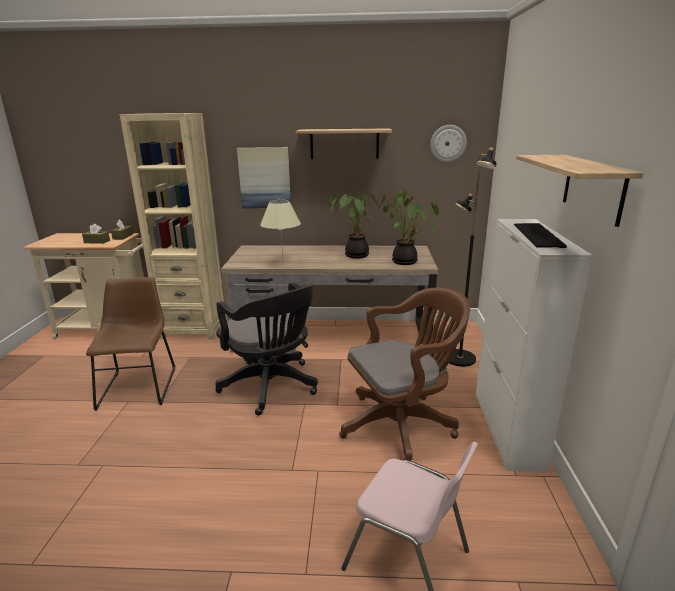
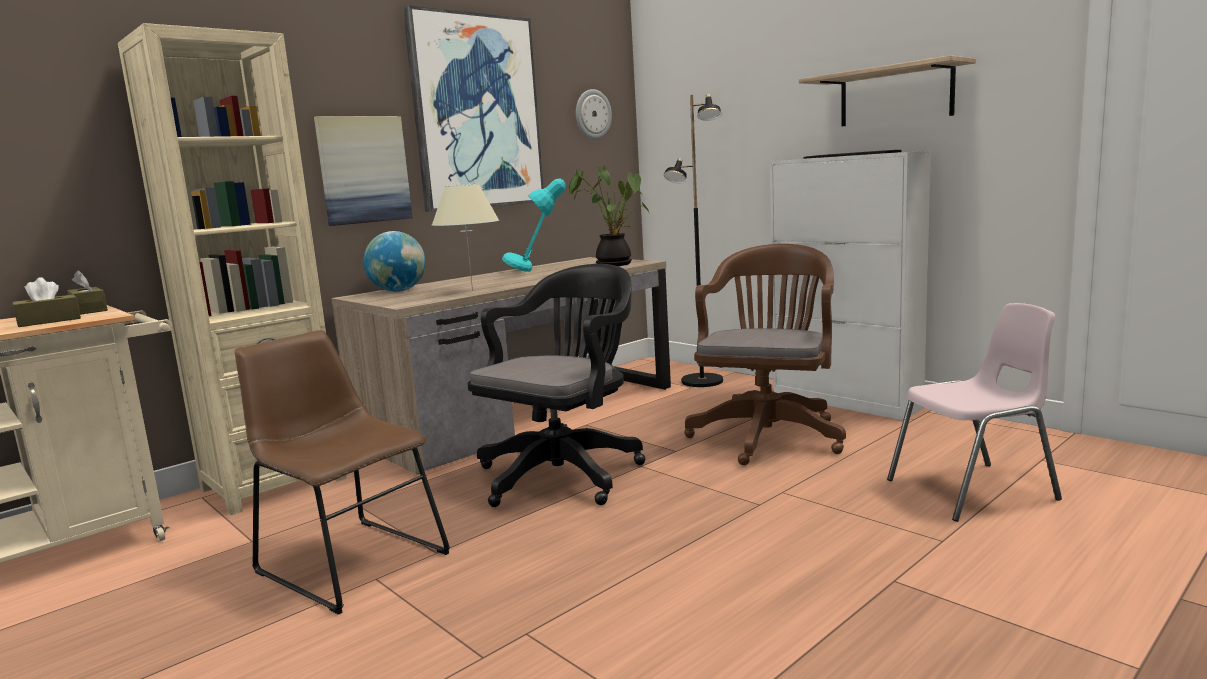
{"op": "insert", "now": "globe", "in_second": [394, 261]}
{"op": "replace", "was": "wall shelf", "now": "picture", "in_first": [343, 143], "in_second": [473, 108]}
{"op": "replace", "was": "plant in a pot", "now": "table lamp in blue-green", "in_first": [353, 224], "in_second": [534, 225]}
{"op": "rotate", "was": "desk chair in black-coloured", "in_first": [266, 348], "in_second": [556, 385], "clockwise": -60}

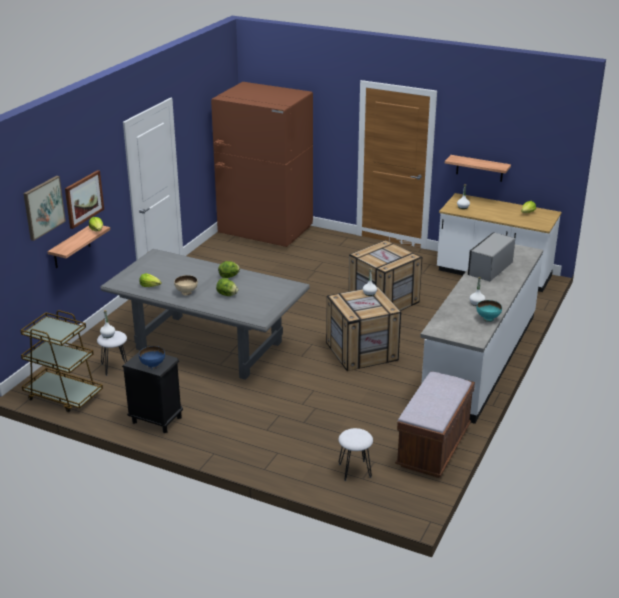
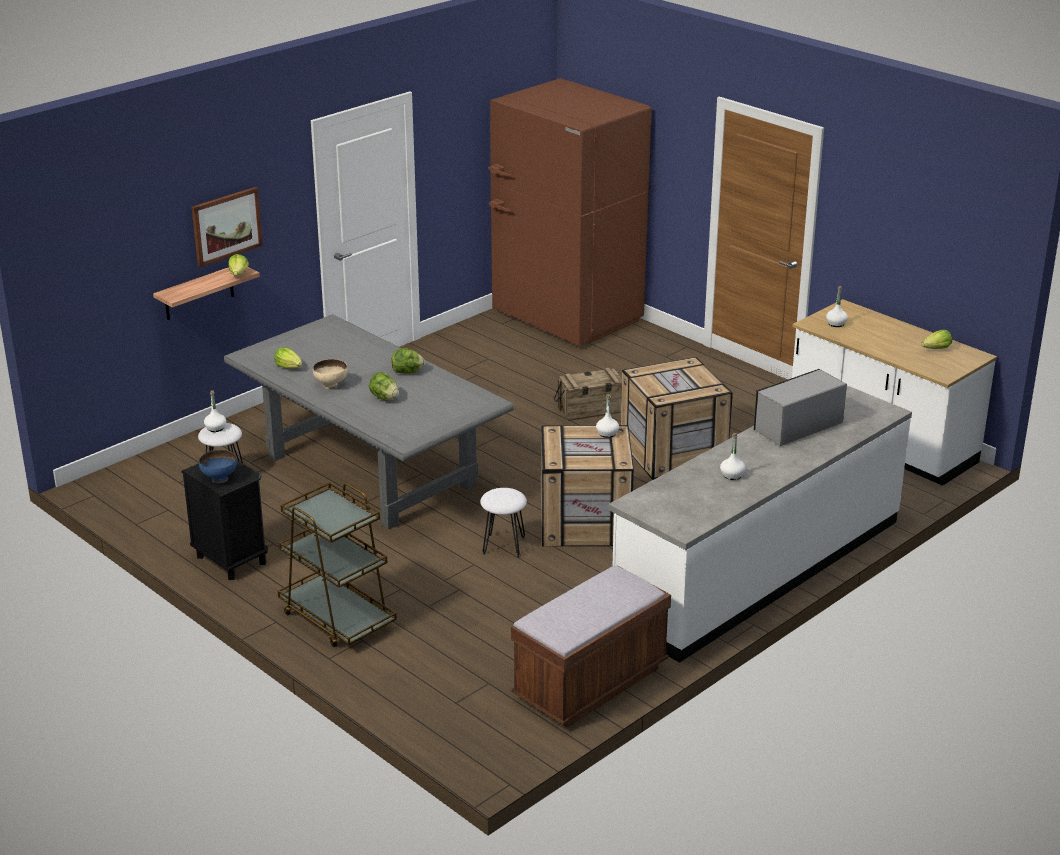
{"op": "delete", "was": "picture", "in_first": [44, 208]}
{"op": "delete", "was": "wall shelf", "in_first": [478, 168]}
{"op": "delete", "was": "serving bowl in blue-green", "in_first": [489, 311]}
{"op": "insert", "now": "crate", "in_second": [588, 394]}
{"op": "move", "was": "wheeled cart in brown", "in_first": [61, 361], "in_second": [337, 564]}
{"op": "move", "was": "stool seat in whitish", "in_first": [355, 454], "in_second": [503, 522]}

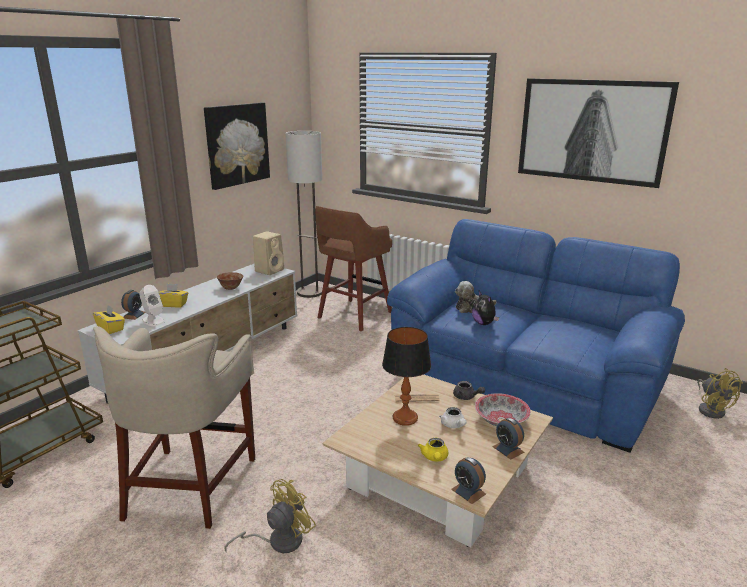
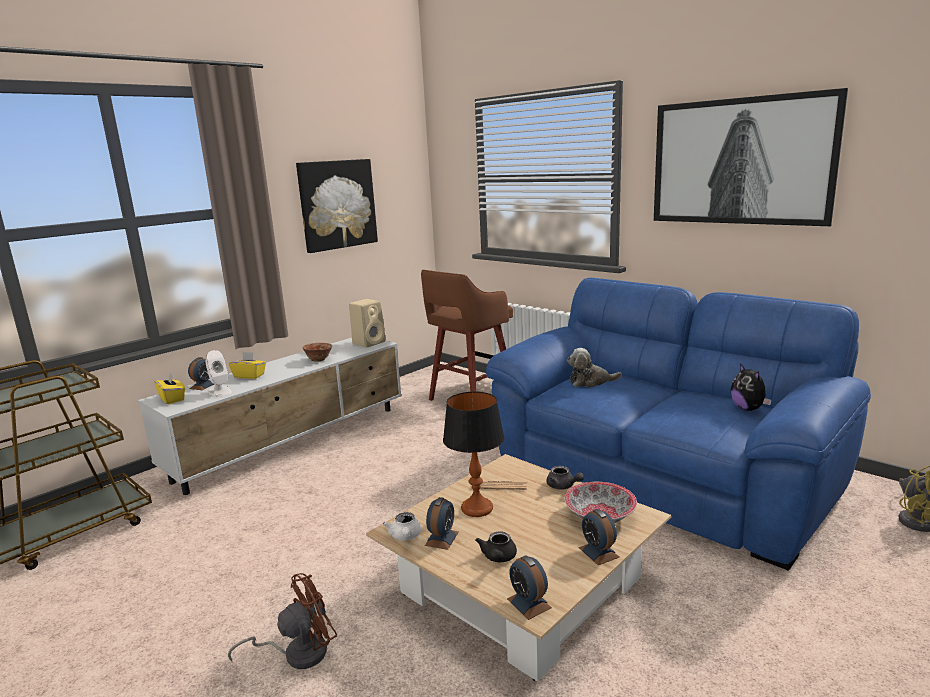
{"op": "delete", "was": "stool seat in beige", "in_first": [174, 427]}
{"op": "delete", "was": "standing lamp", "in_first": [304, 214]}
{"op": "insert", "now": "bedside clock", "in_second": [442, 523]}
{"op": "move", "was": "pot for tea in whitish", "in_first": [452, 417], "in_second": [402, 526]}
{"op": "move", "was": "plush toy", "in_first": [485, 308], "in_second": [751, 387]}
{"op": "recolor", "was": "electric fan in yellowish", "now": "electric fan in brown", "in_first": [270, 516], "in_second": [282, 621]}
{"op": "recolor", "was": "pot for tea in yellowish", "now": "pot for tea in black-coloured", "in_first": [433, 449], "in_second": [496, 546]}

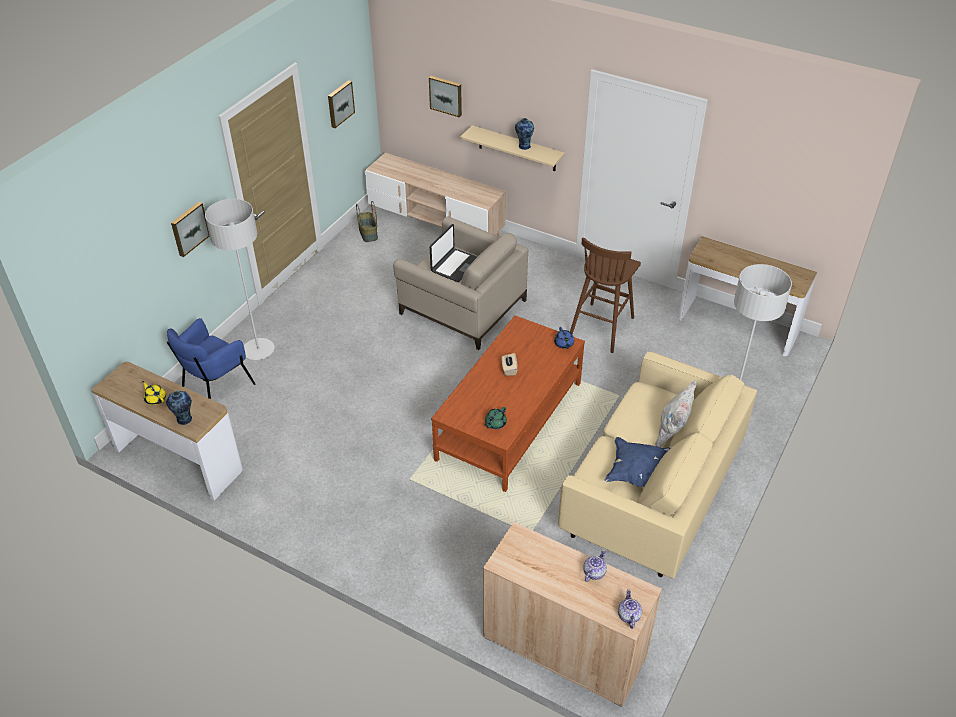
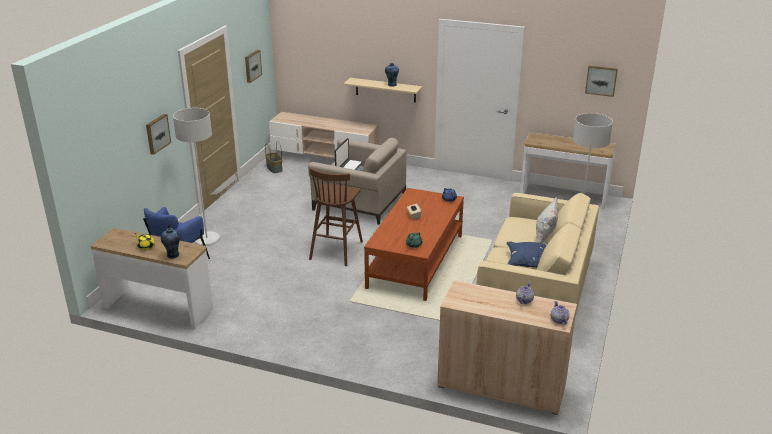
{"op": "move", "was": "picture", "in_first": [445, 97], "in_second": [601, 81]}
{"op": "move", "was": "stool seat in brown", "in_first": [605, 295], "in_second": [336, 217]}

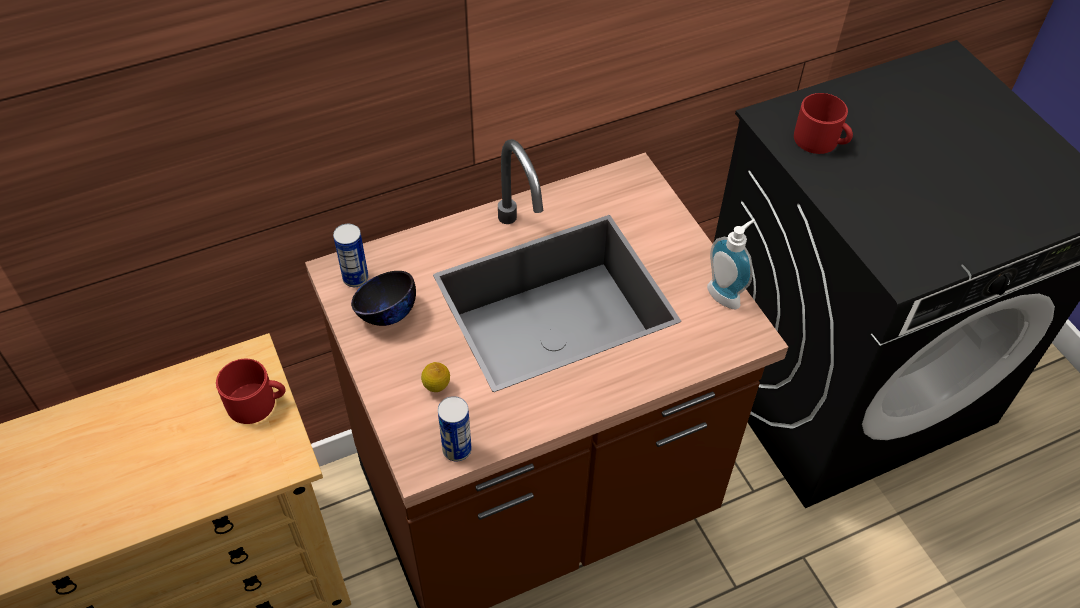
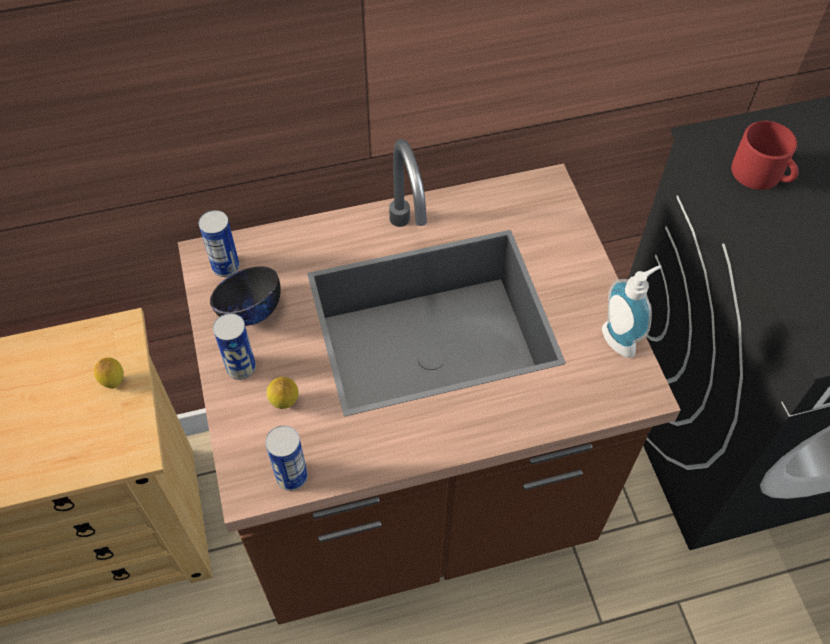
{"op": "insert", "now": "can", "in_second": [234, 346]}
{"op": "replace", "was": "tea mug in red", "now": "citrus fruit", "in_first": [250, 391], "in_second": [109, 373]}

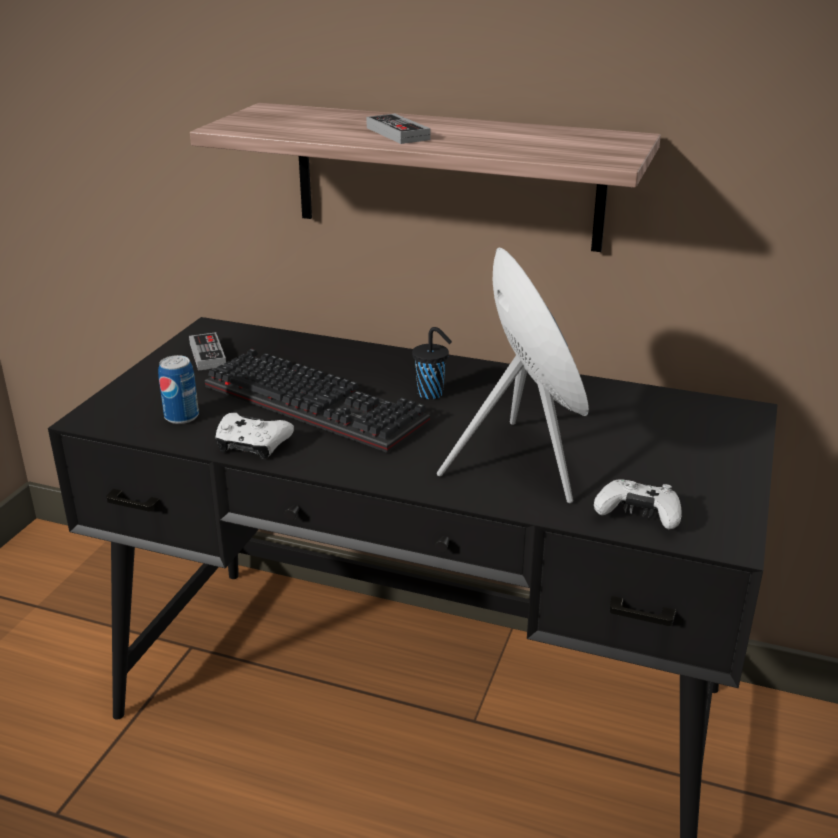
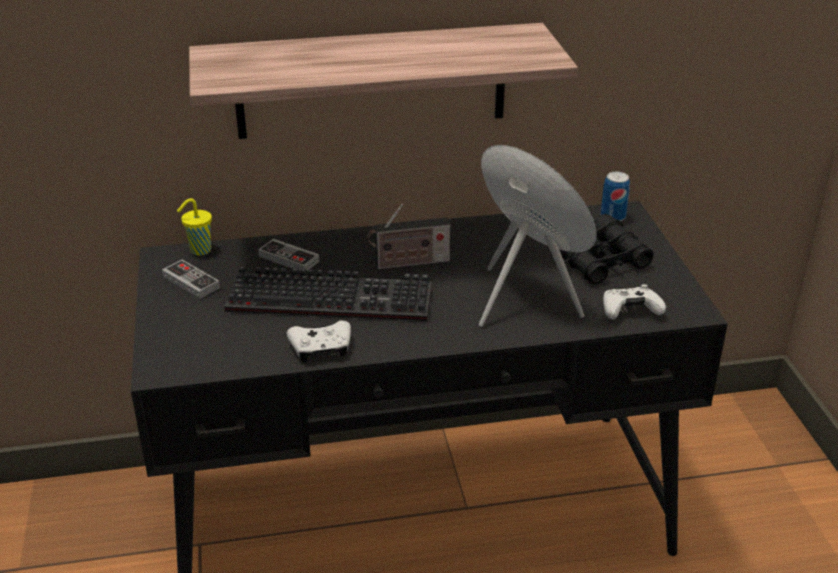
{"op": "insert", "now": "drinking cup in yellowish", "in_second": [194, 227]}
{"op": "insert", "now": "field glasses in black-coloured", "in_second": [607, 249]}
{"op": "move", "was": "can", "in_first": [178, 389], "in_second": [615, 196]}
{"op": "move", "was": "gamepad", "in_first": [398, 129], "in_second": [288, 255]}
{"op": "replace", "was": "drinking cup in black-coloured", "now": "radio", "in_first": [432, 363], "in_second": [409, 236]}

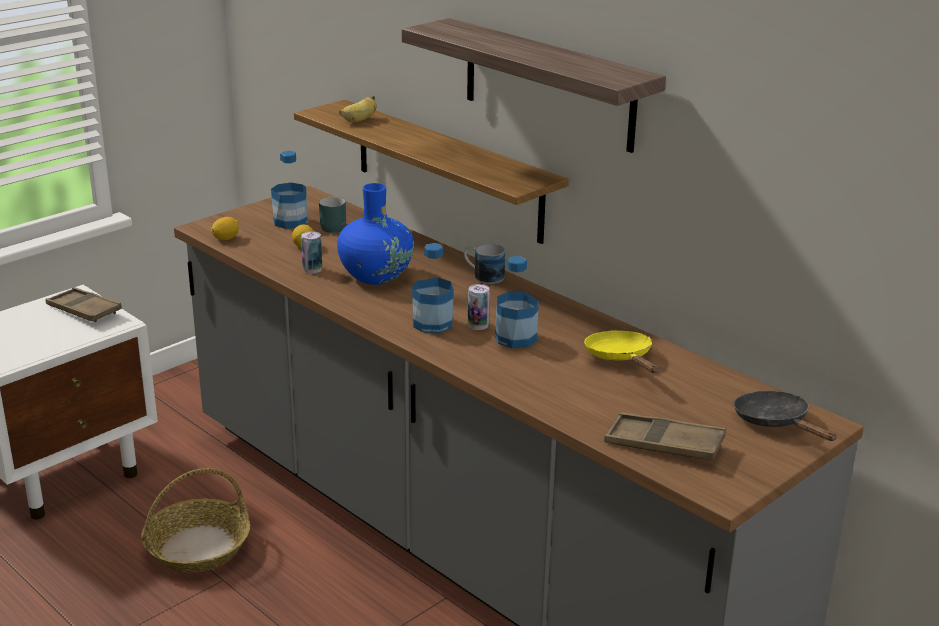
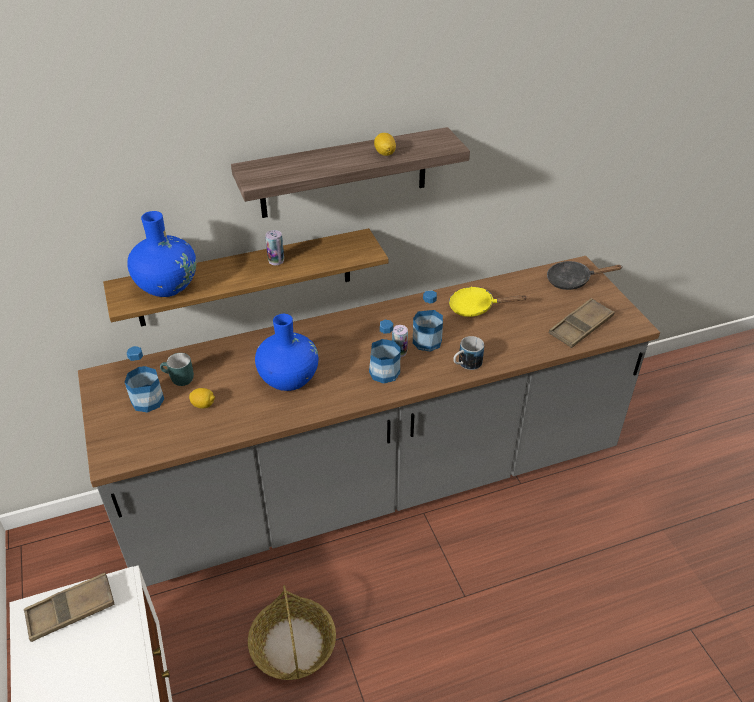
{"op": "move", "was": "citrus fruit", "in_first": [225, 228], "in_second": [385, 144]}
{"op": "move", "was": "can", "in_first": [311, 252], "in_second": [274, 247]}
{"op": "move", "was": "tea mug", "in_first": [484, 264], "in_second": [468, 353]}
{"op": "replace", "was": "banana", "now": "decorative vase in bluish", "in_first": [358, 108], "in_second": [161, 254]}

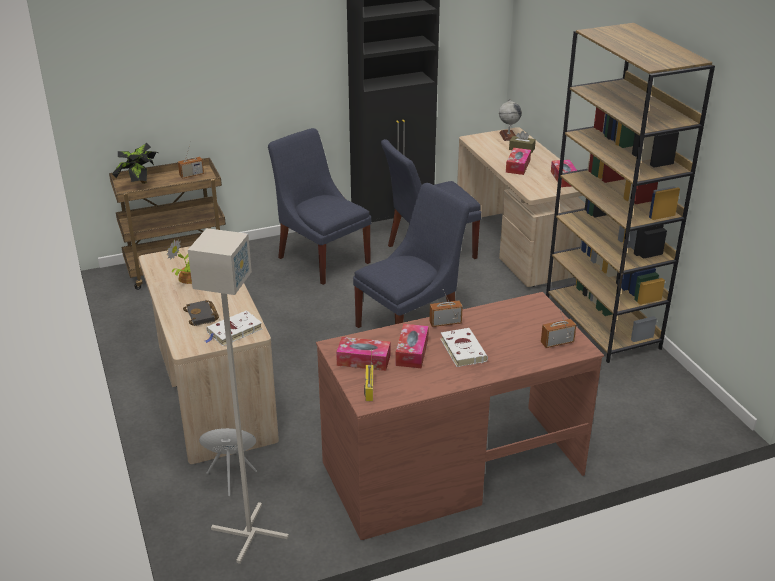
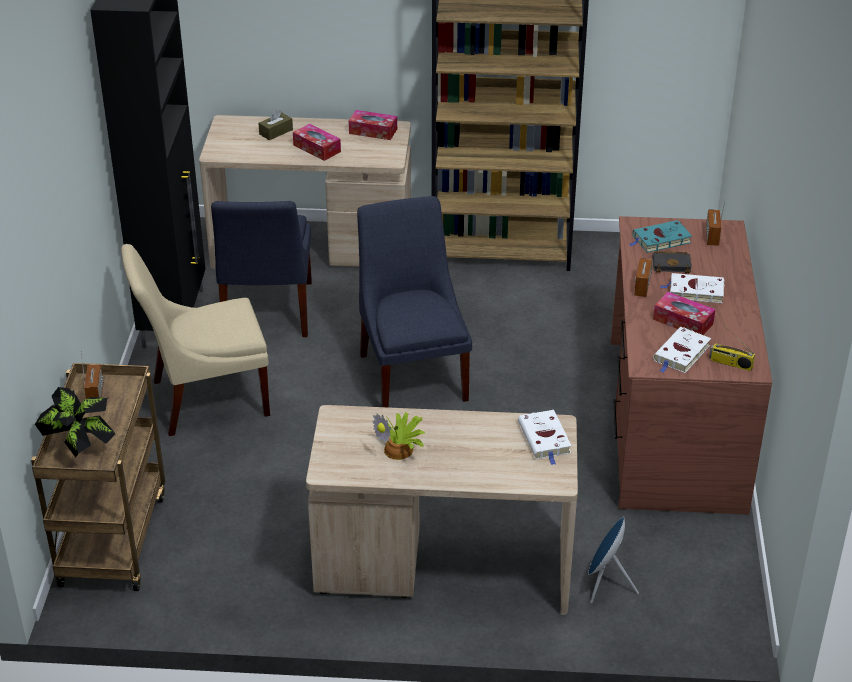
{"op": "delete", "was": "standing lamp in gray", "in_first": [238, 396]}
{"op": "delete", "was": "globe", "in_first": [510, 120]}
{"op": "insert", "now": "bound book in blue-green", "in_second": [660, 236]}
{"op": "move", "was": "bound book in black-coloured", "in_first": [201, 313], "in_second": [672, 262]}
{"op": "replace", "was": "tissue box", "now": "bound book in whitish", "in_first": [363, 354], "in_second": [682, 350]}
{"op": "recolor", "was": "chair in bluish", "now": "chair in beige", "in_first": [319, 206], "in_second": [195, 340]}

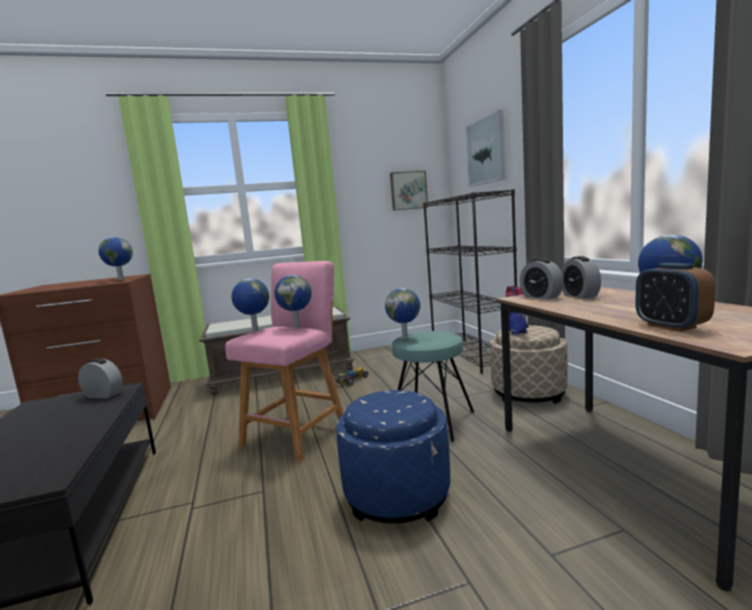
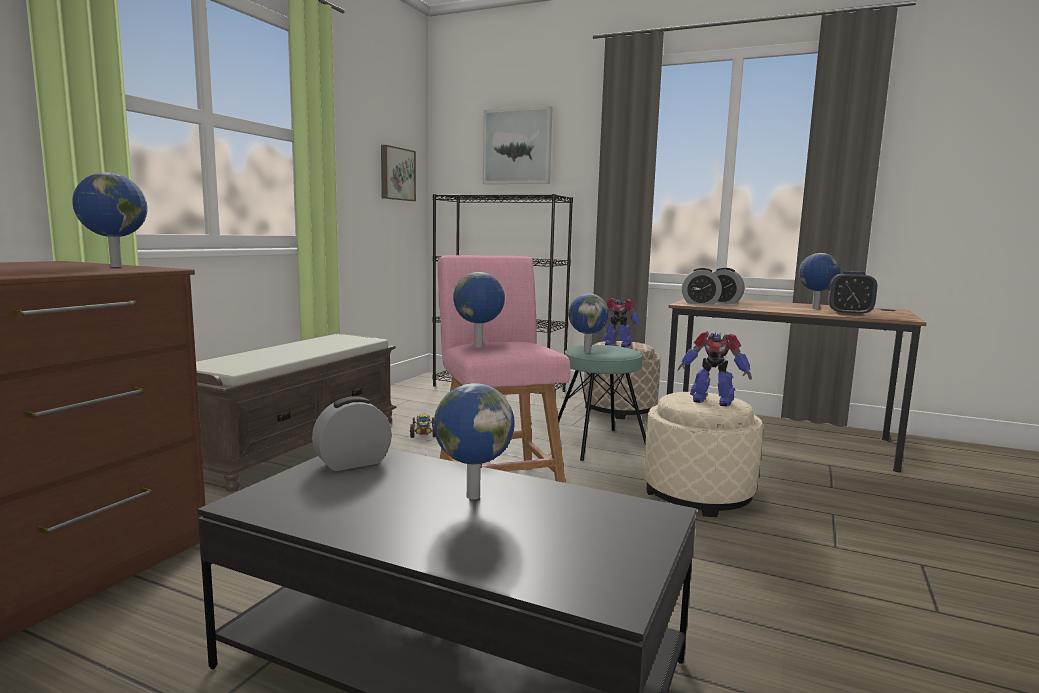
{"op": "insert", "now": "model robot", "in_second": [715, 369]}
{"op": "move", "was": "globe", "in_first": [293, 301], "in_second": [474, 441]}
{"op": "recolor", "was": "ottoman in bluish", "now": "ottoman in beige", "in_first": [393, 457], "in_second": [703, 454]}

